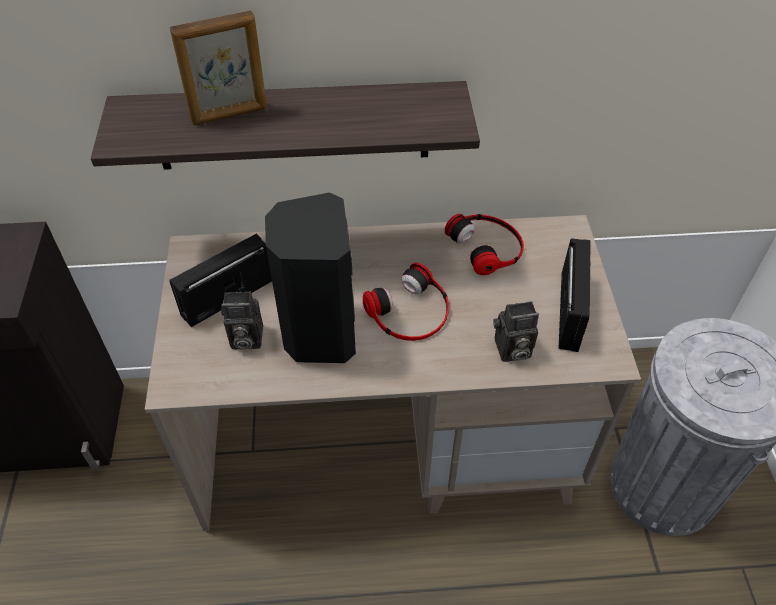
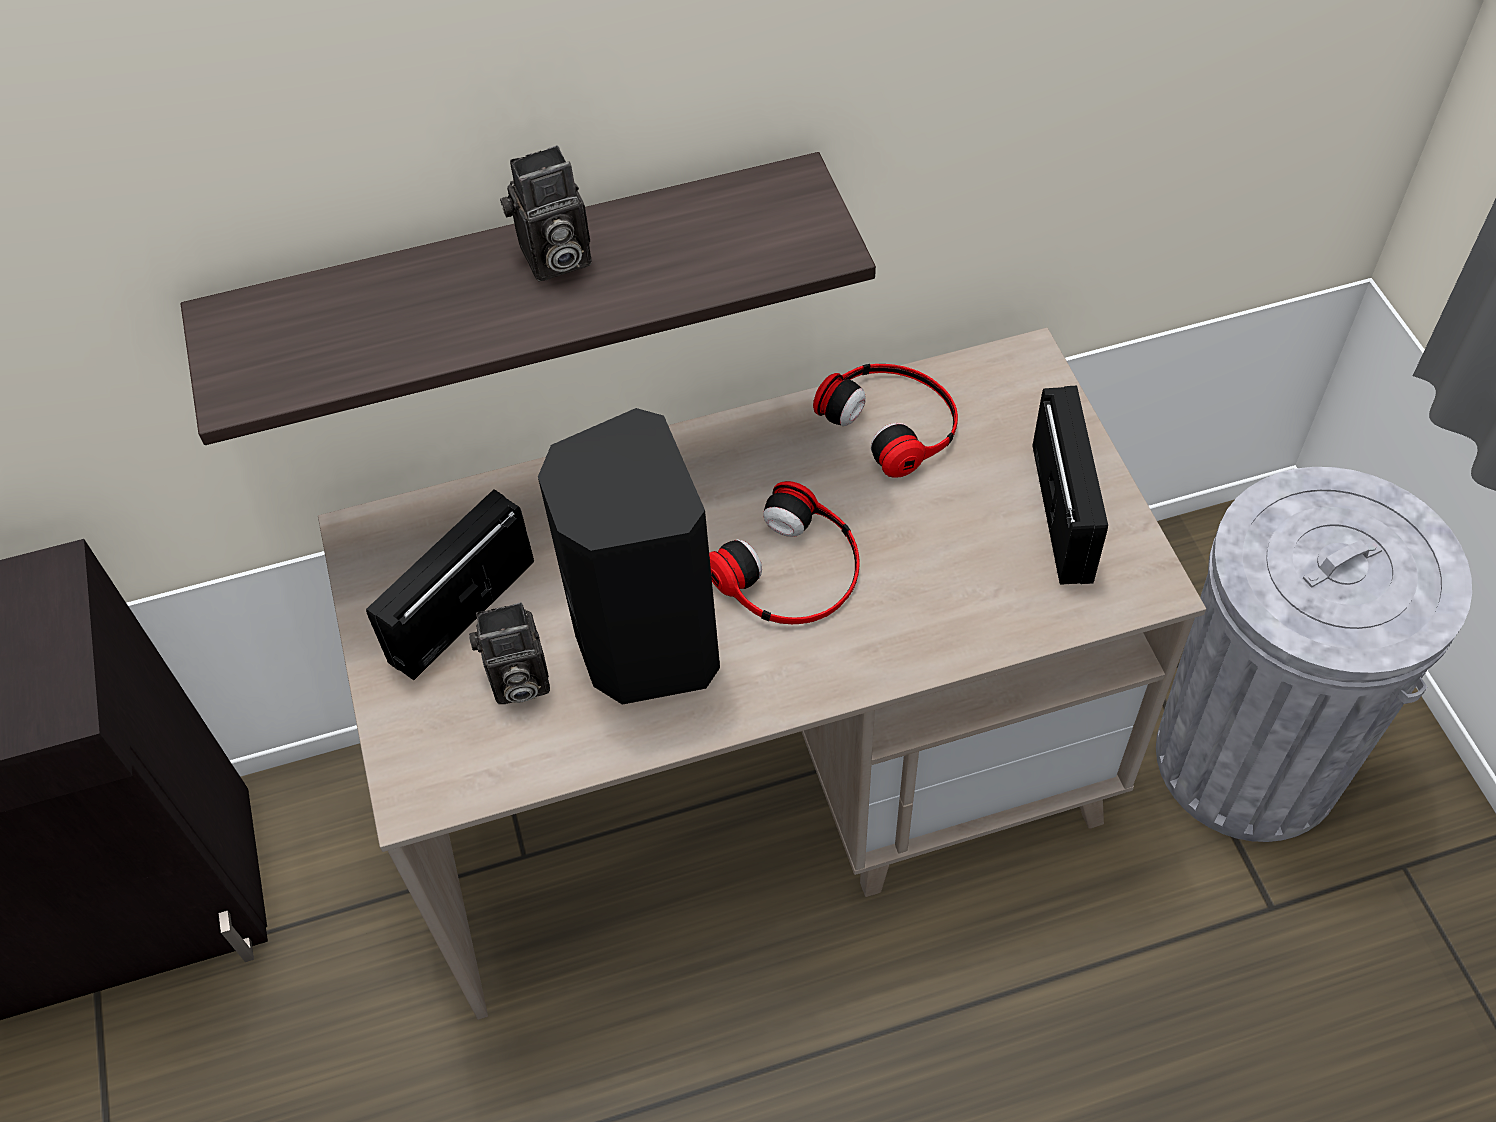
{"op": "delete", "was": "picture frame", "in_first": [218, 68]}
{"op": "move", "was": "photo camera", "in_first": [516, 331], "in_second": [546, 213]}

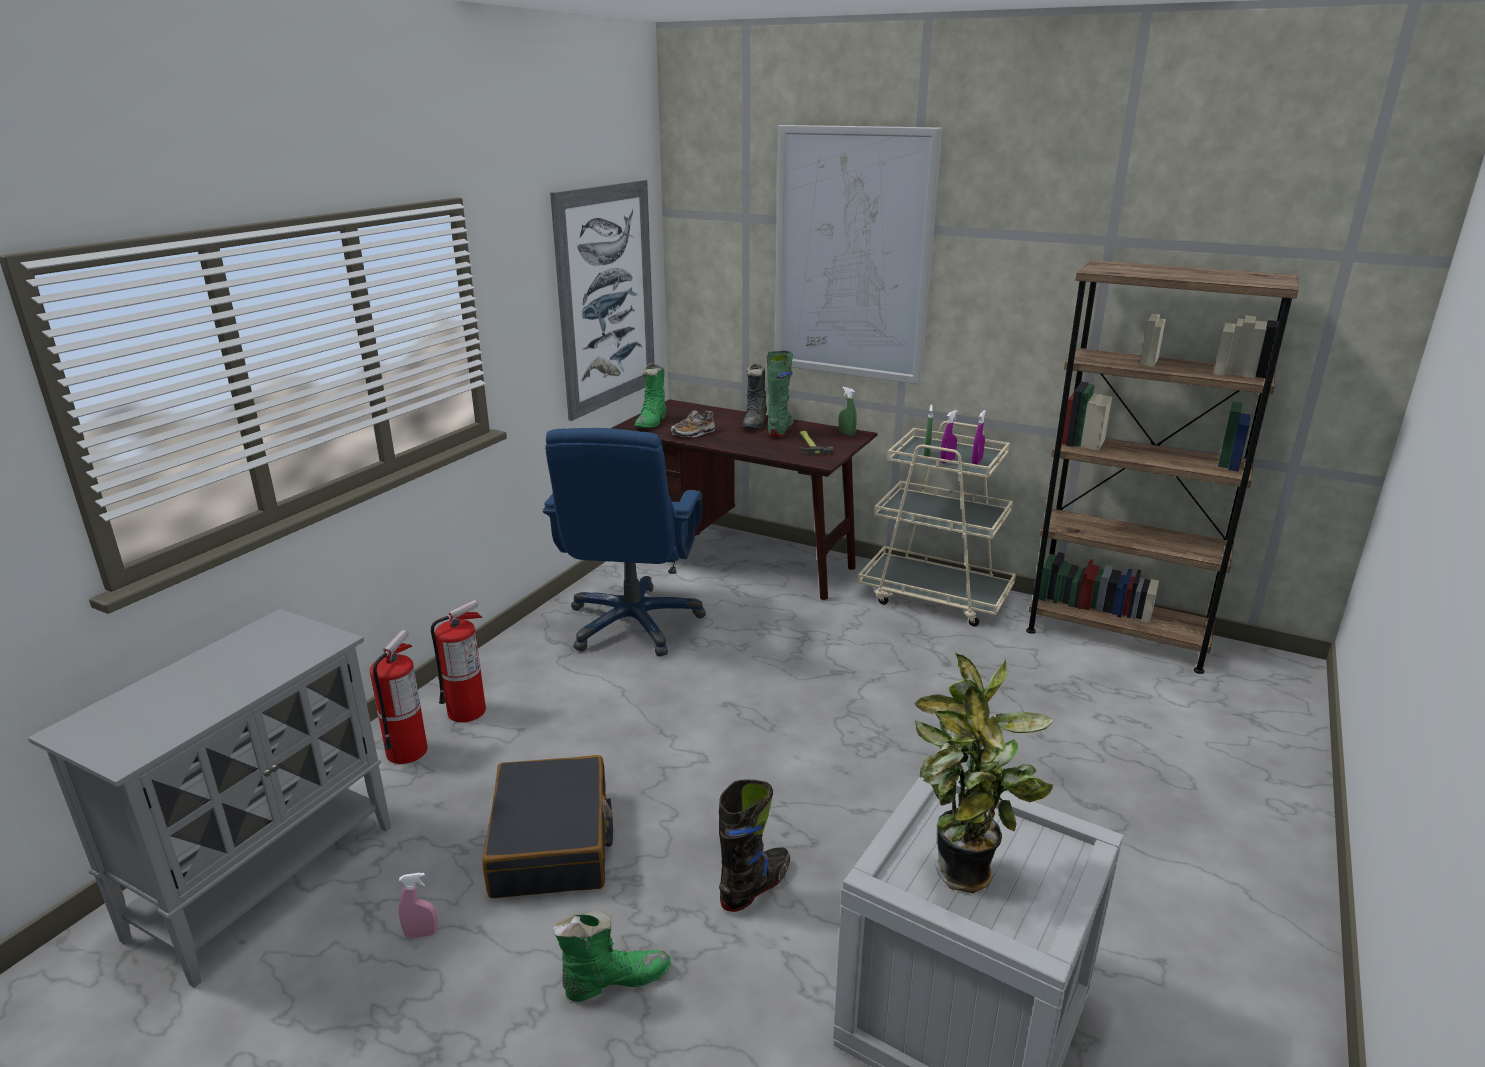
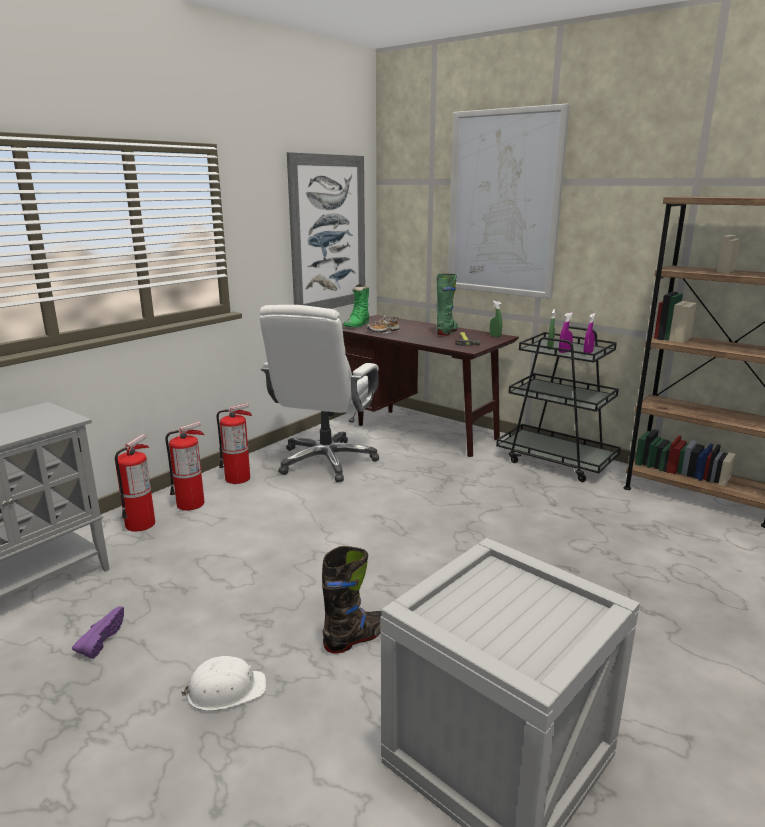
{"op": "delete", "was": "travel case in black-coloured", "in_first": [547, 826]}
{"op": "delete", "was": "high-top boot in black-coloured", "in_first": [754, 396]}
{"op": "delete", "was": "plant in a pot", "in_first": [983, 772]}
{"op": "insert", "now": "fire-fighting cylinder", "in_second": [234, 443]}
{"op": "replace", "was": "hand sprayer in pink", "now": "shoe in purplish", "in_first": [418, 906], "in_second": [98, 633]}
{"op": "replace", "was": "high-top boot in green", "now": "work helmet in whitish", "in_first": [612, 956], "in_second": [223, 683]}
{"op": "recolor", "was": "desk chair in bluish", "now": "desk chair in whitish", "in_first": [624, 542], "in_second": [319, 393]}
{"op": "recolor", "was": "wheeled cart in beige", "now": "wheeled cart in black-coloured", "in_first": [937, 524], "in_second": [558, 404]}

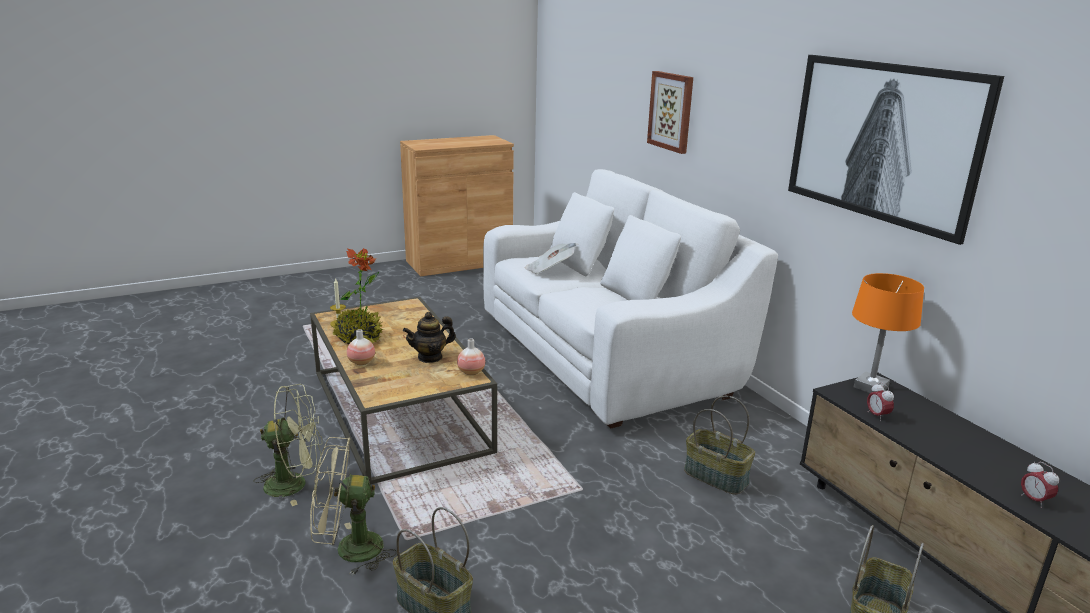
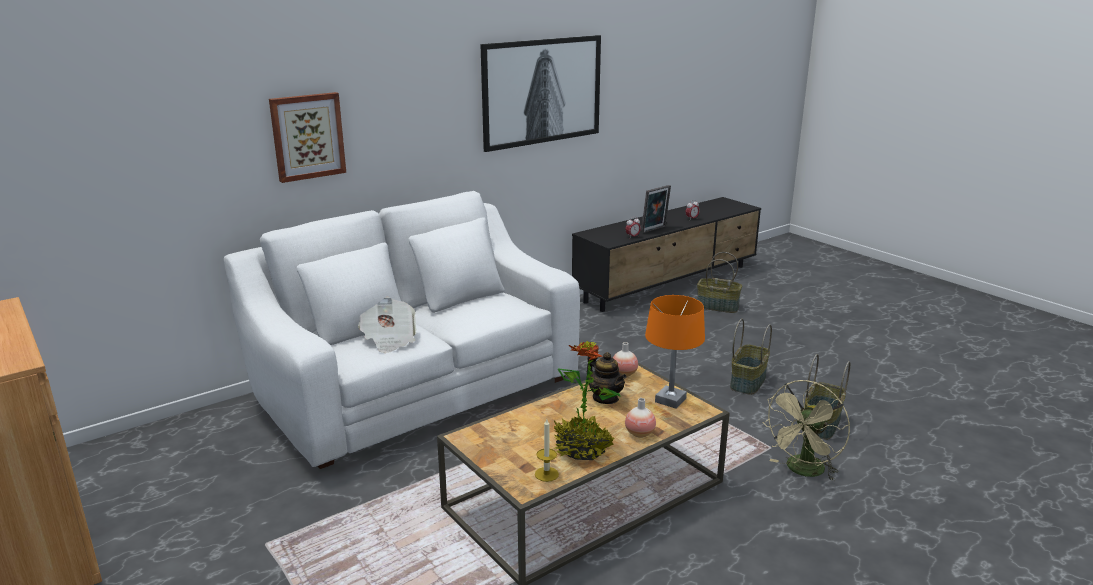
{"op": "delete", "was": "electric fan in green", "in_first": [288, 445]}
{"op": "insert", "now": "picture frame", "in_second": [656, 209]}
{"op": "move", "was": "storage basket", "in_first": [719, 445], "in_second": [751, 357]}
{"op": "move", "was": "table lamp in orange-coloured", "in_first": [888, 333], "in_second": [675, 352]}
{"op": "rotate", "was": "electric fan in beige", "in_first": [353, 506], "in_second": [806, 430], "clockwise": 60}

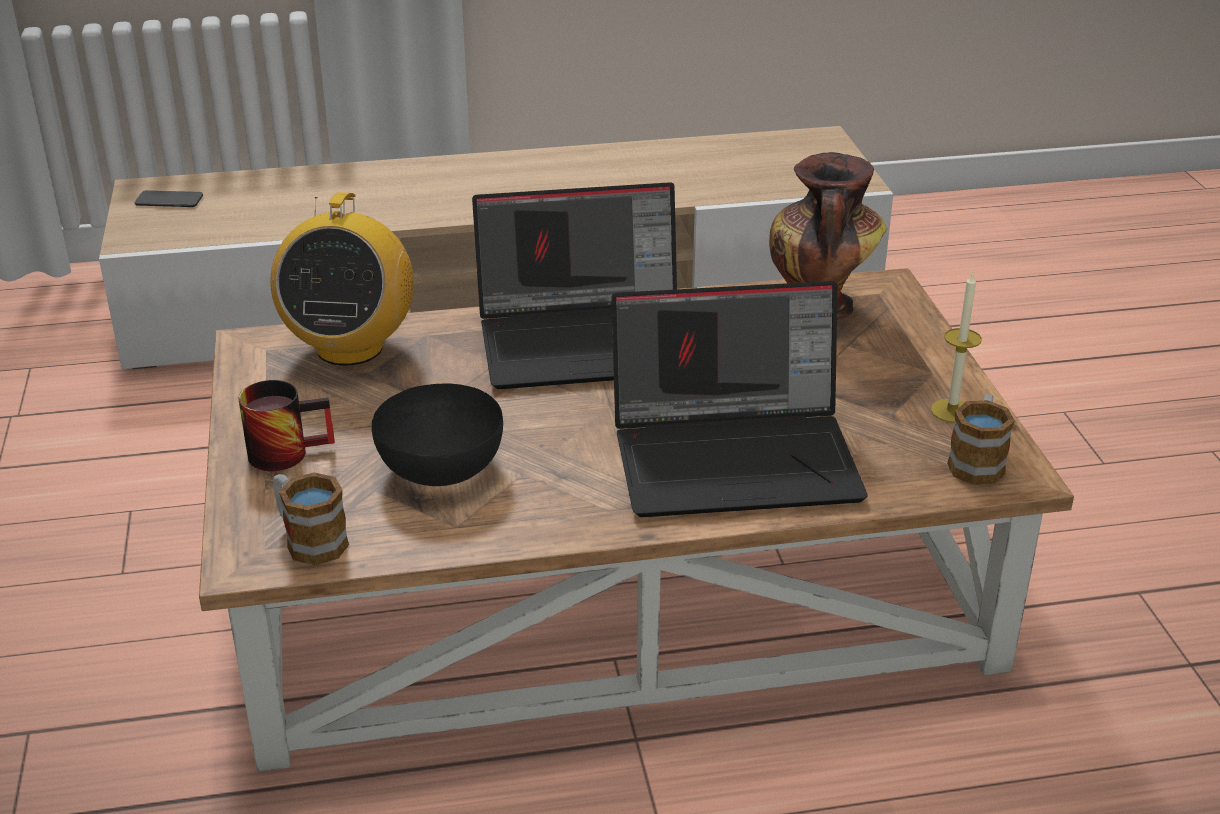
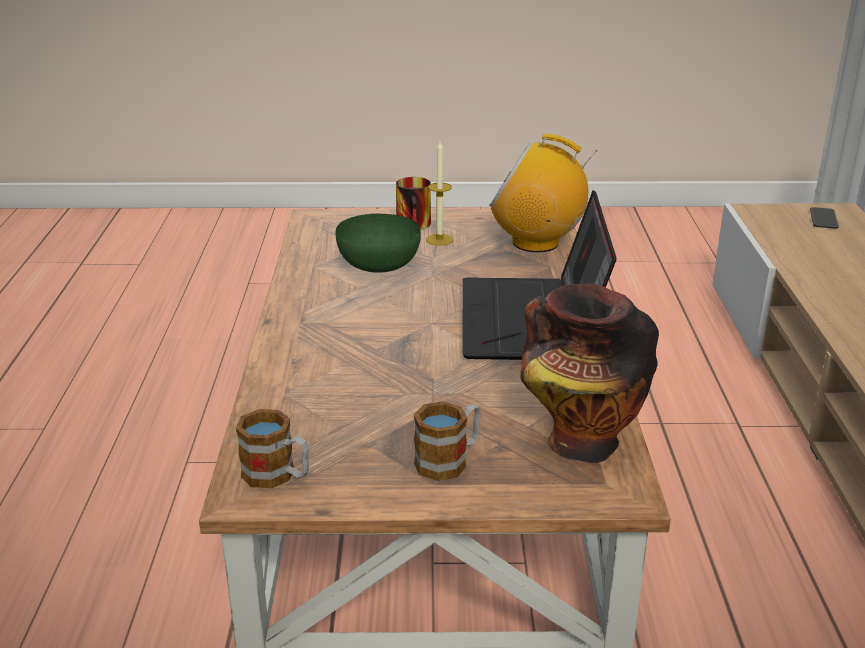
{"op": "delete", "was": "laptop", "in_first": [739, 399]}
{"op": "move", "was": "tea mug", "in_first": [311, 518], "in_second": [447, 441]}
{"op": "move", "was": "wax candle", "in_first": [956, 347], "in_second": [439, 193]}
{"op": "recolor", "was": "serving bowl in black-coloured", "now": "serving bowl in green", "in_first": [437, 434], "in_second": [378, 243]}

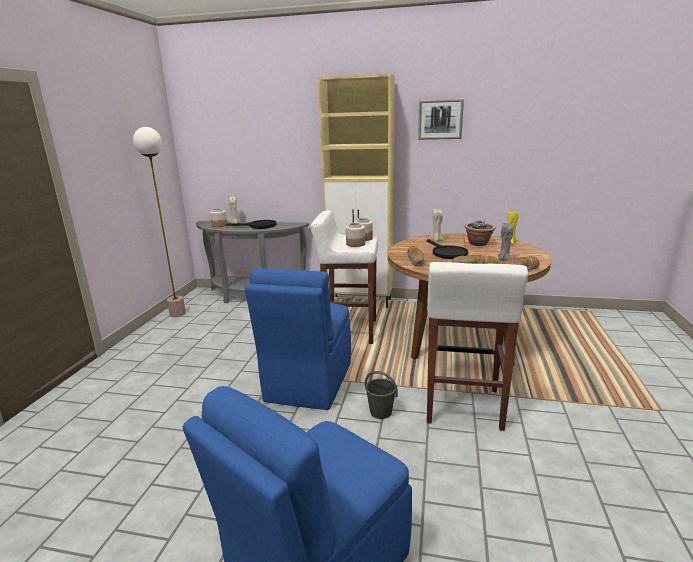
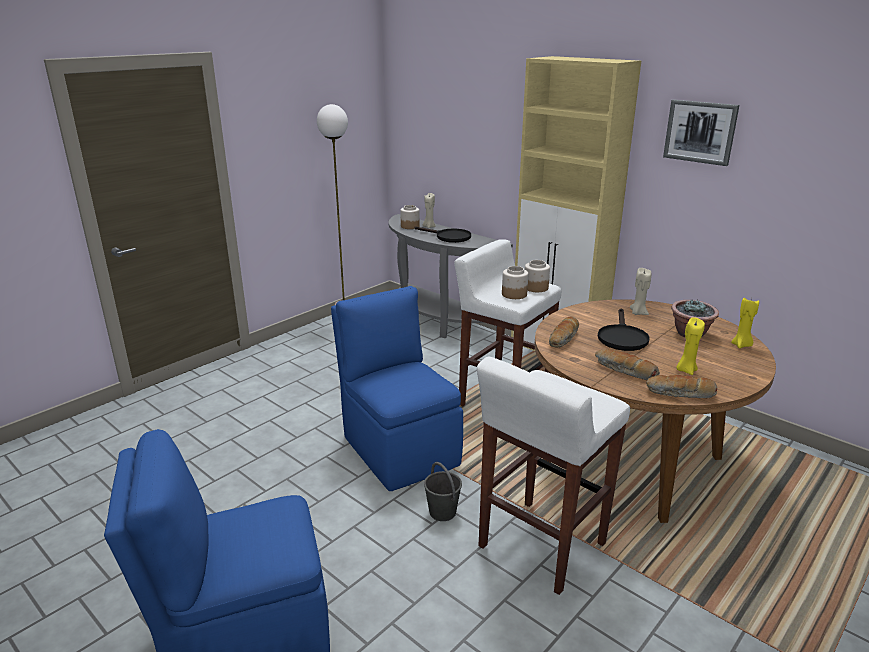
{"op": "recolor", "was": "wax candle in gray", "now": "wax candle in yellowish", "in_first": [506, 242], "in_second": [690, 346]}
{"op": "rotate", "was": "chair in bluish", "in_first": [298, 339], "in_second": [397, 388], "clockwise": 105}

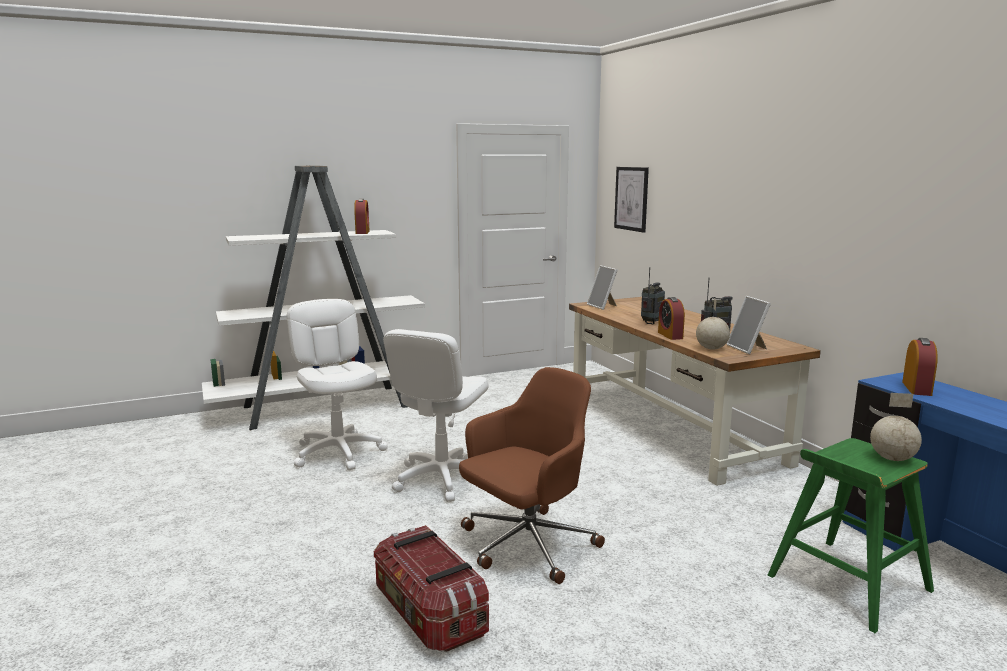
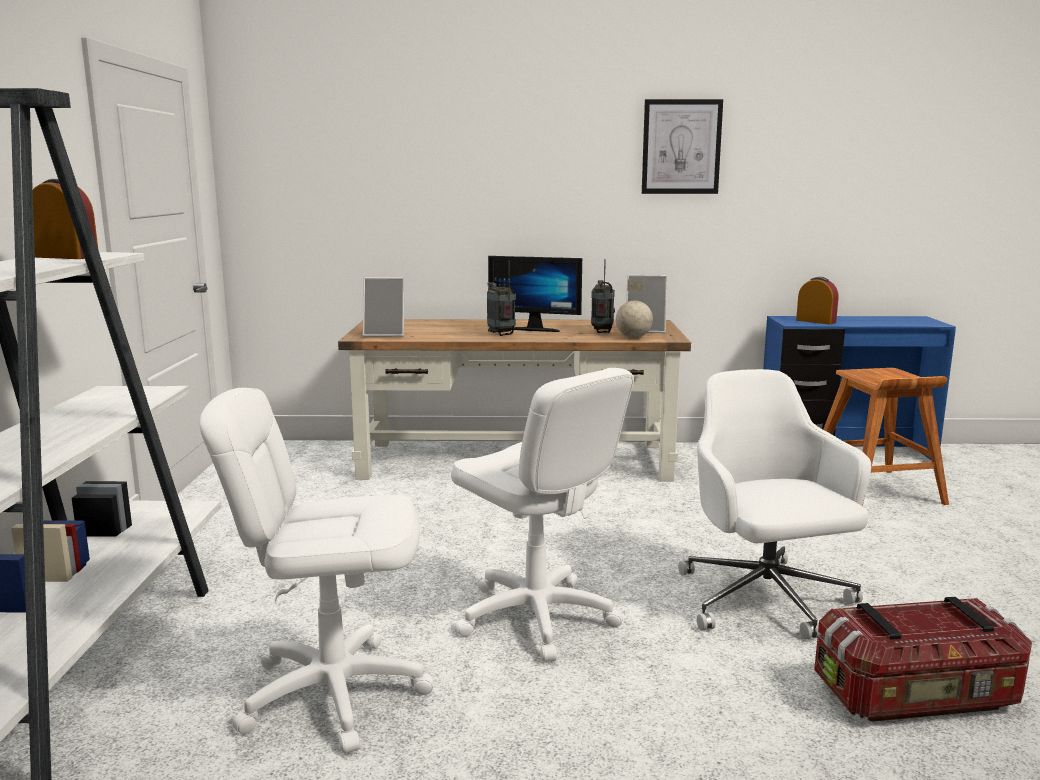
{"op": "delete", "was": "bedside clock", "in_first": [671, 318]}
{"op": "delete", "was": "globe", "in_first": [896, 427]}
{"op": "insert", "now": "monitor", "in_second": [535, 294]}
{"op": "move", "was": "picture", "in_first": [631, 200], "in_second": [682, 146]}
{"op": "recolor", "was": "desk chair in brown", "now": "desk chair in whitish", "in_first": [532, 475], "in_second": [774, 504]}
{"op": "recolor", "was": "stool seat in green", "now": "stool seat in brown", "in_first": [851, 535], "in_second": [886, 437]}

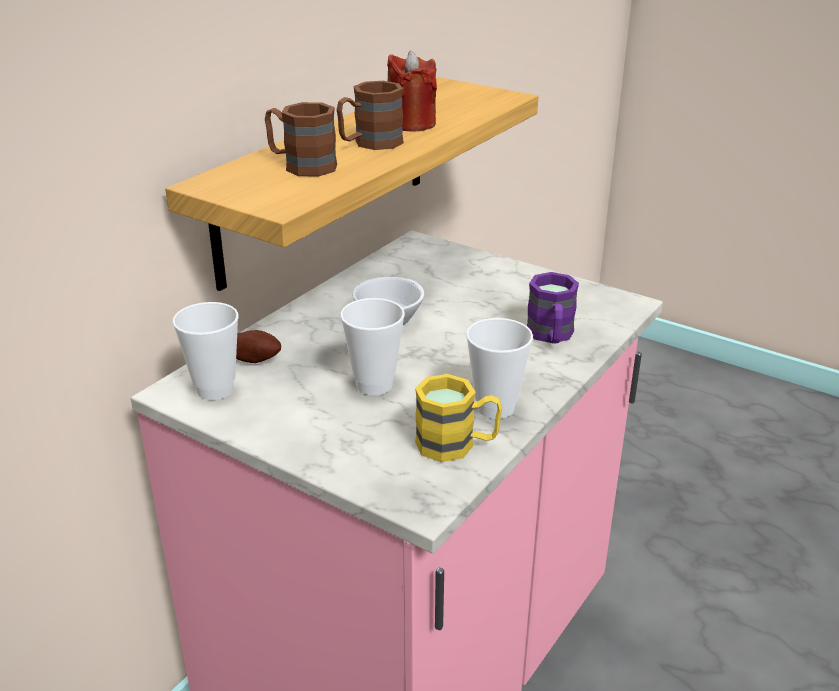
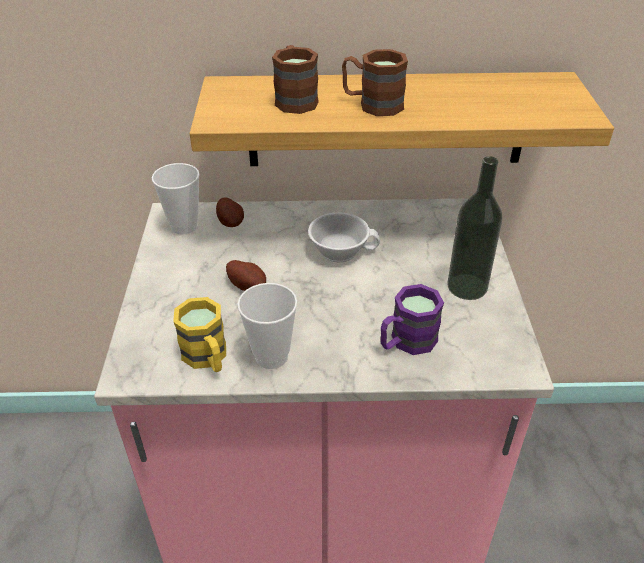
{"op": "delete", "was": "wax candle in red", "in_first": [412, 91]}
{"op": "insert", "now": "bottle", "in_second": [475, 228]}
{"op": "replace", "was": "drinking cup", "now": "spud", "in_first": [372, 346], "in_second": [246, 275]}

